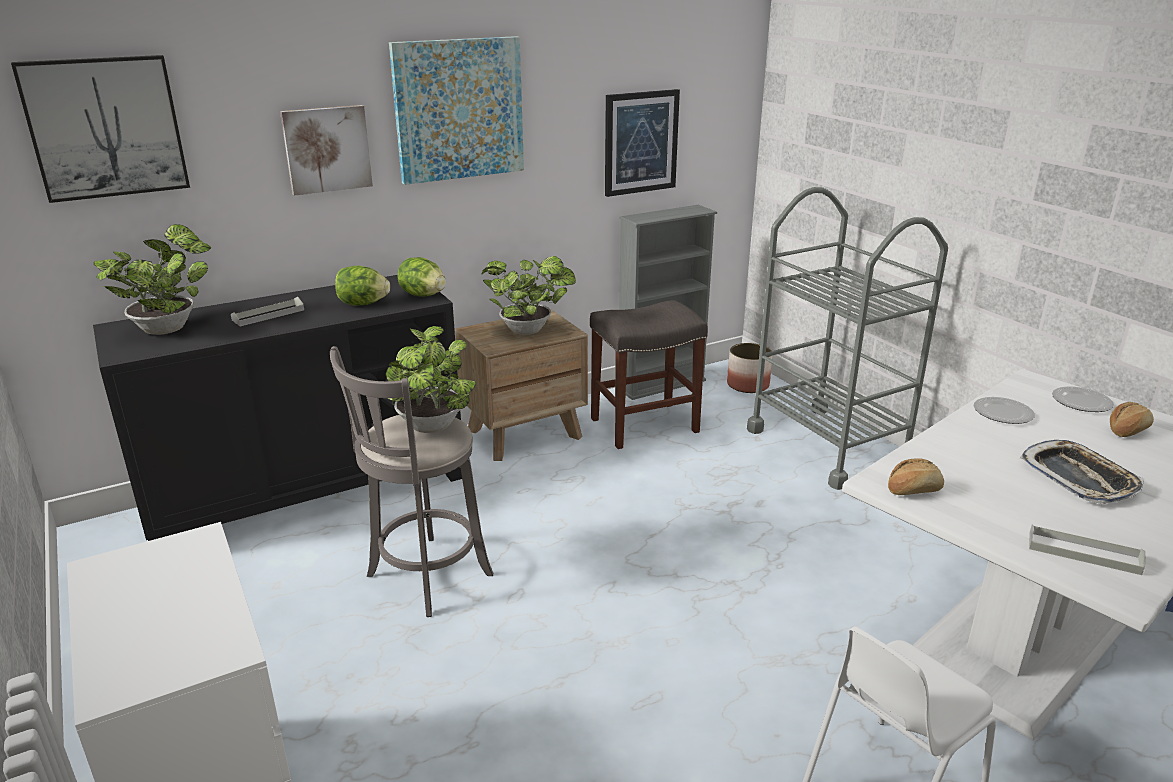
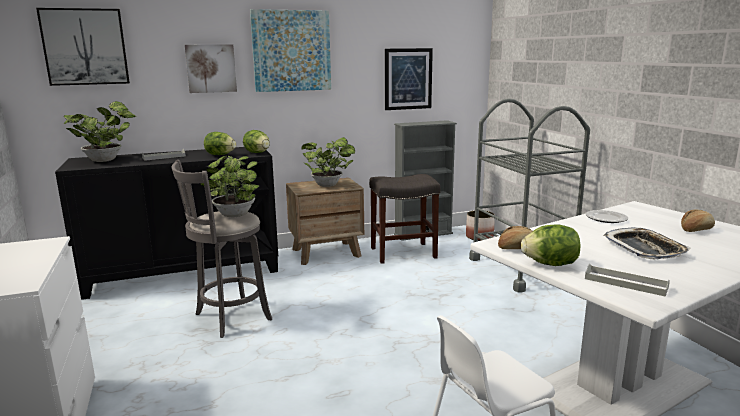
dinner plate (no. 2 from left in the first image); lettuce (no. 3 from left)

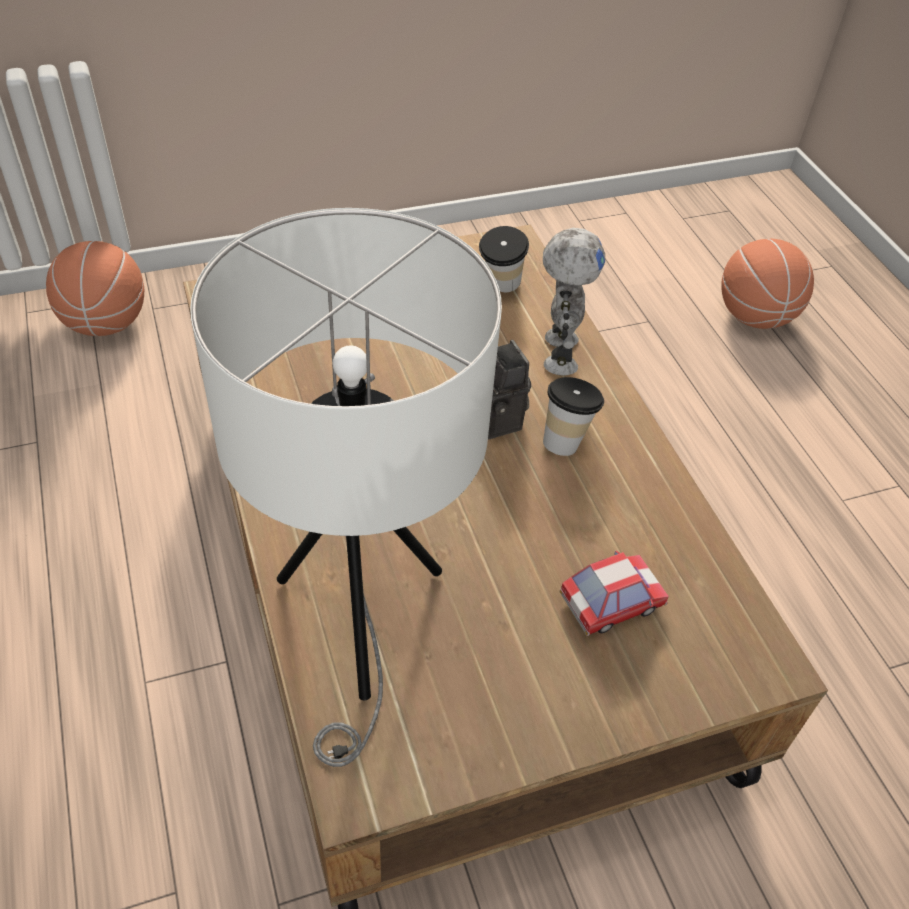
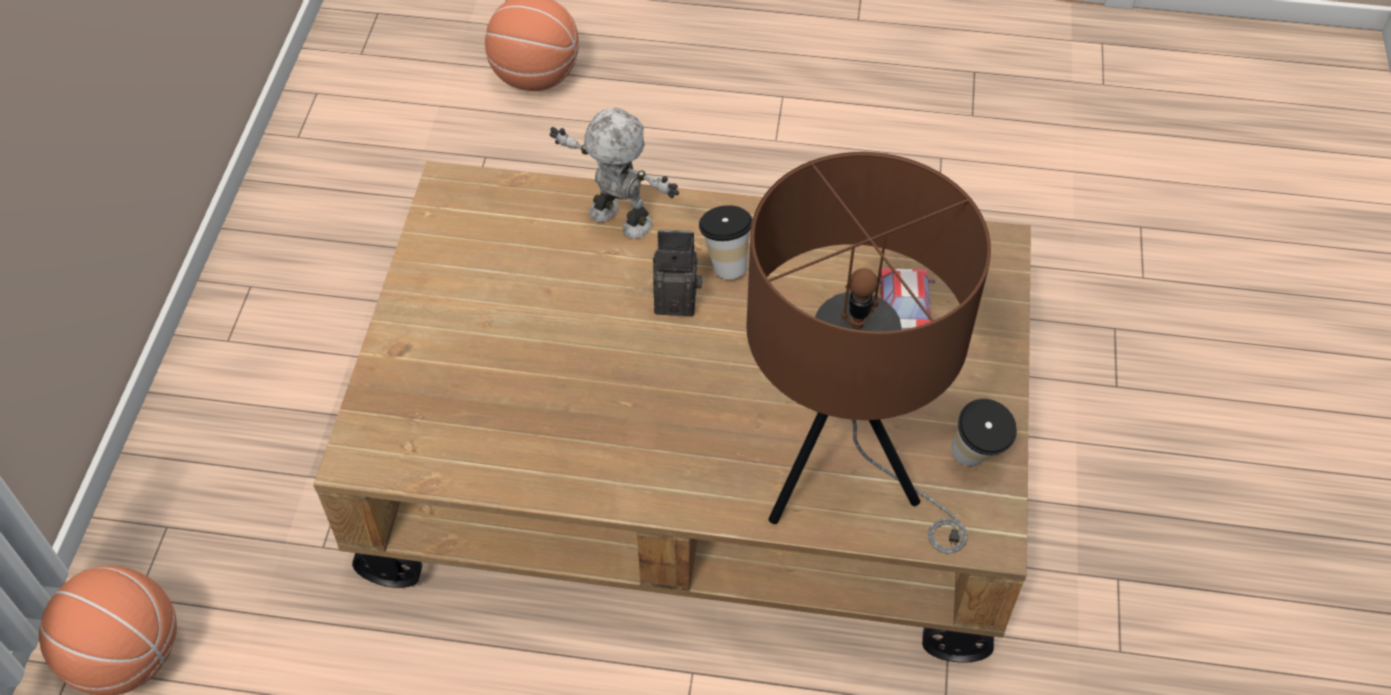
lamp for a table/brown-coloured; cup (no. 2 from left)

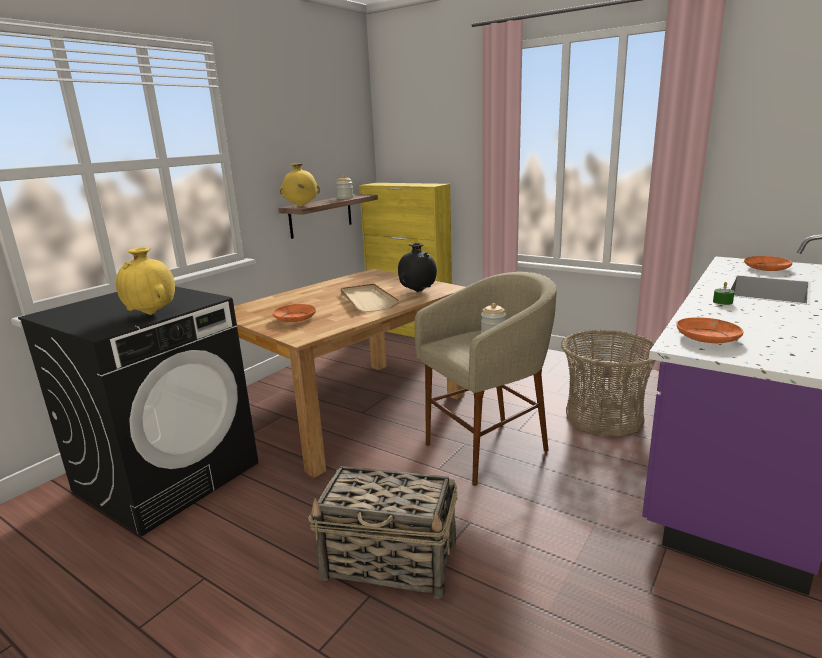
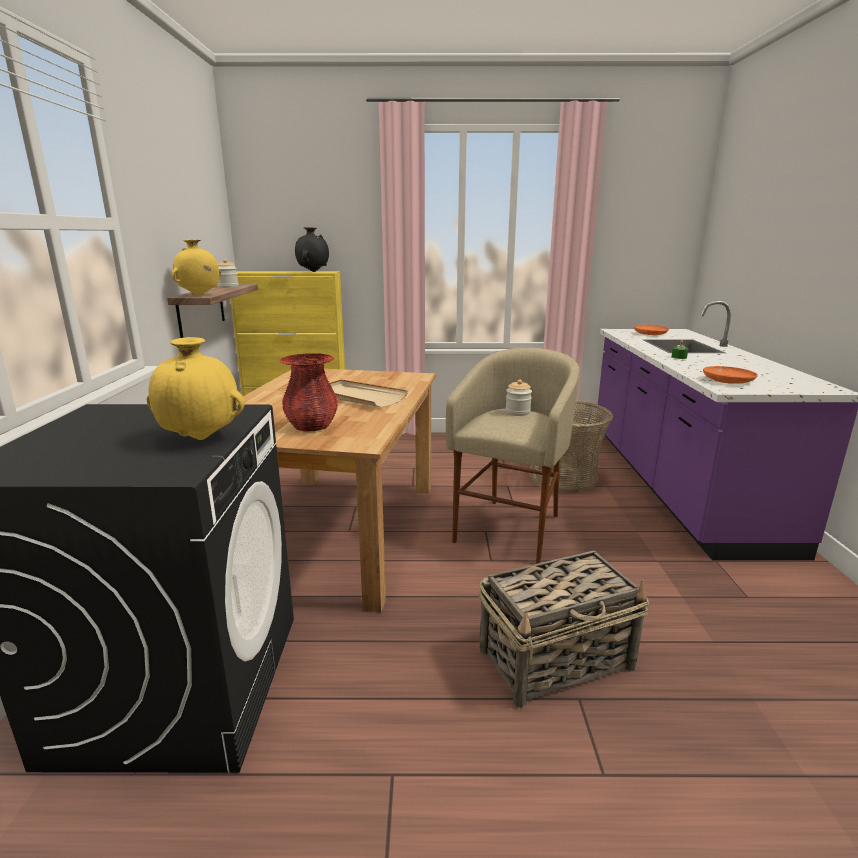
flower vase/blackish; flower vase/red-coloured

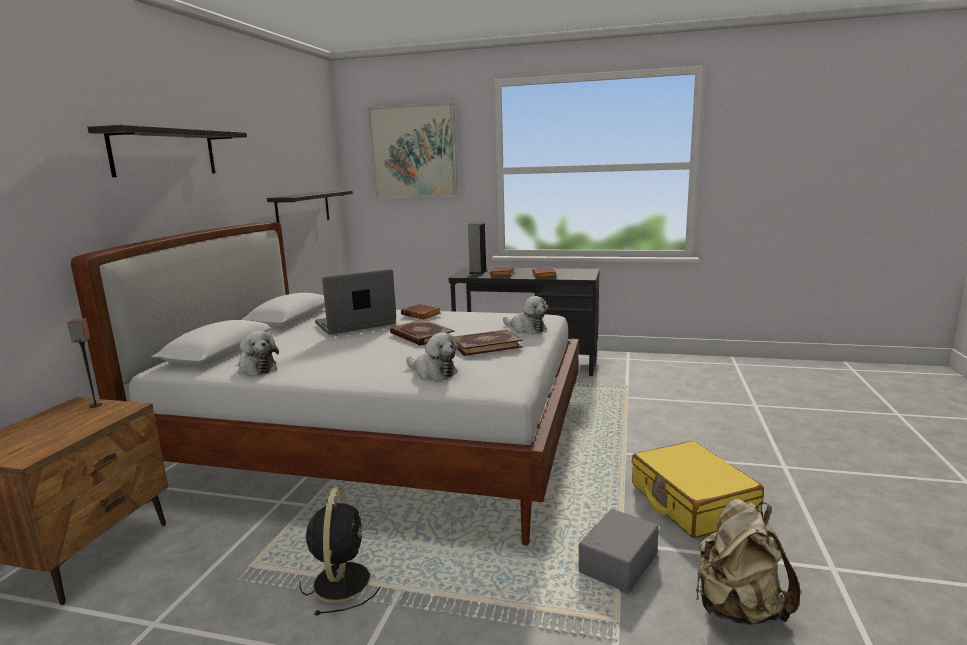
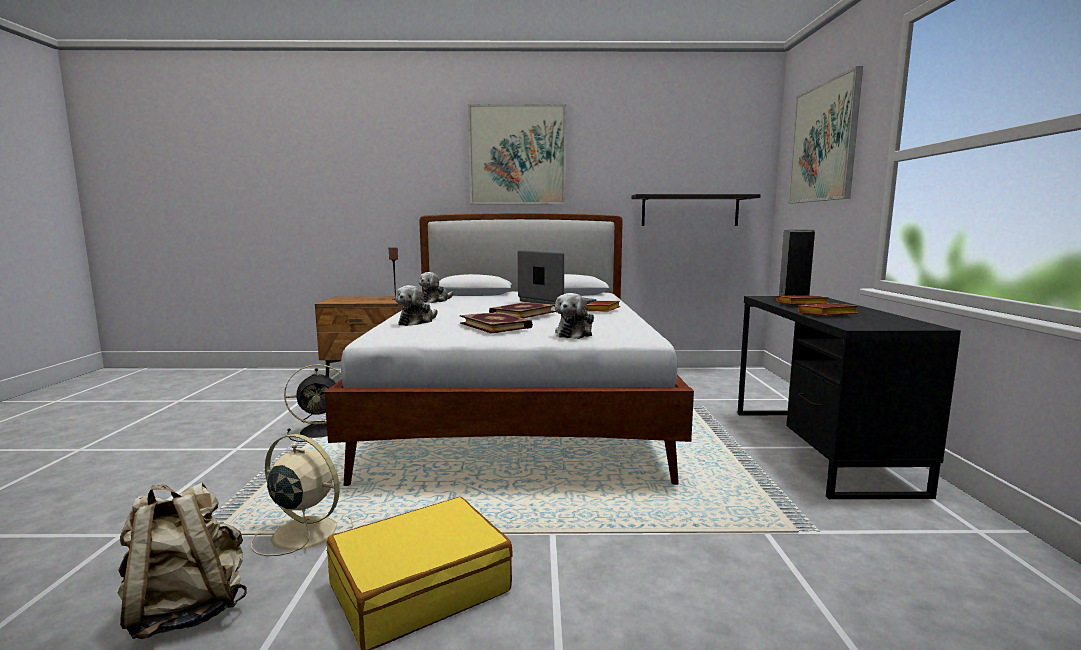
wall picture (no. 1 from left); fan/beige-coloured

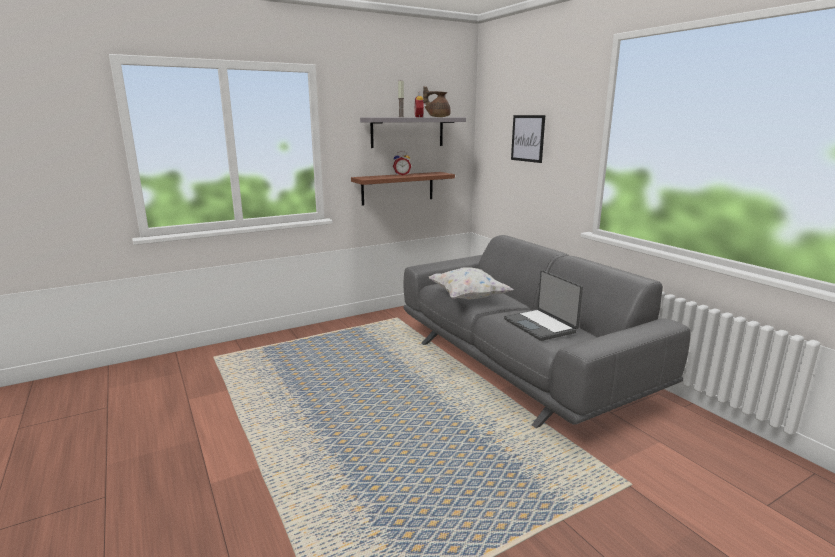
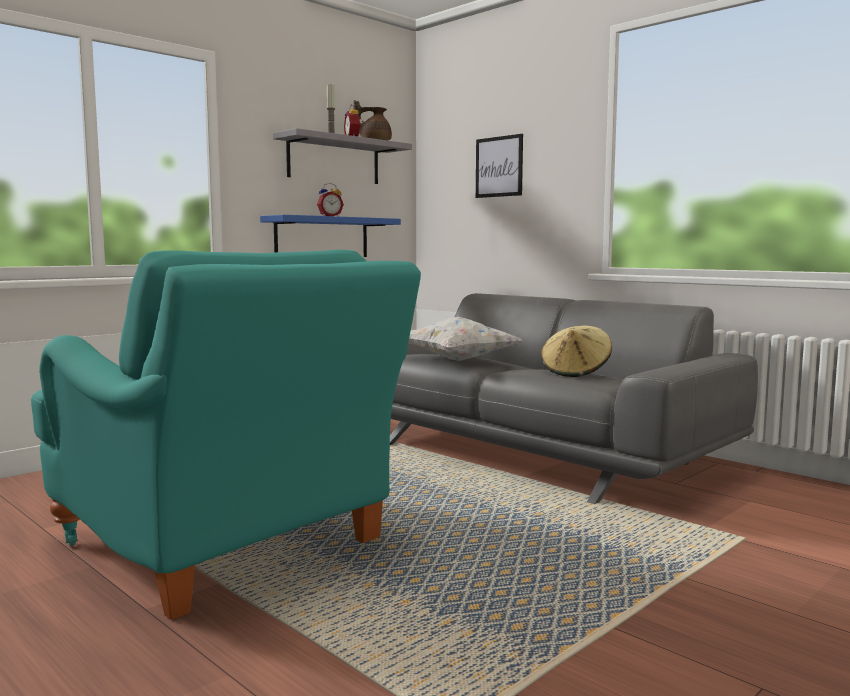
wall shelf/blue-coloured; clothing hat/beige-coloured; armchair/turquoise-coloured

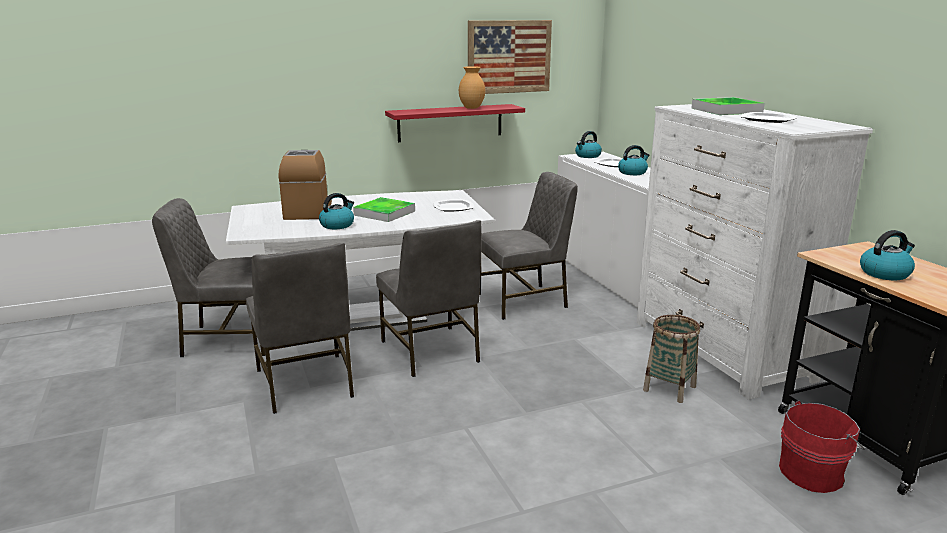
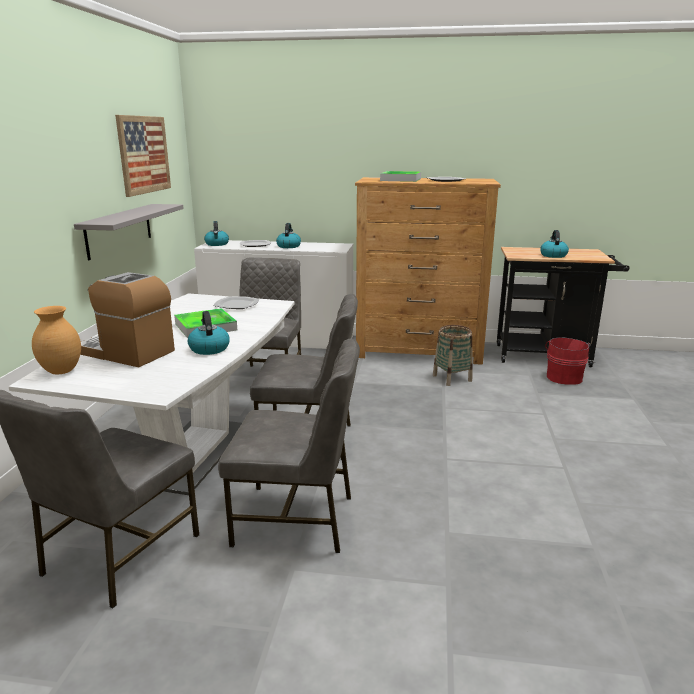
flower vase/brown-coloured; wall shelf/greyish; chest of drawers/brown-coloured

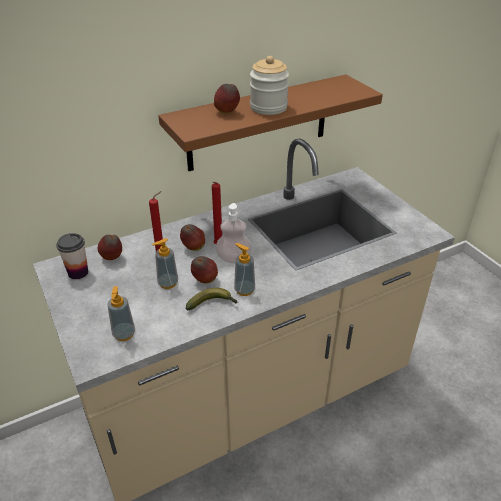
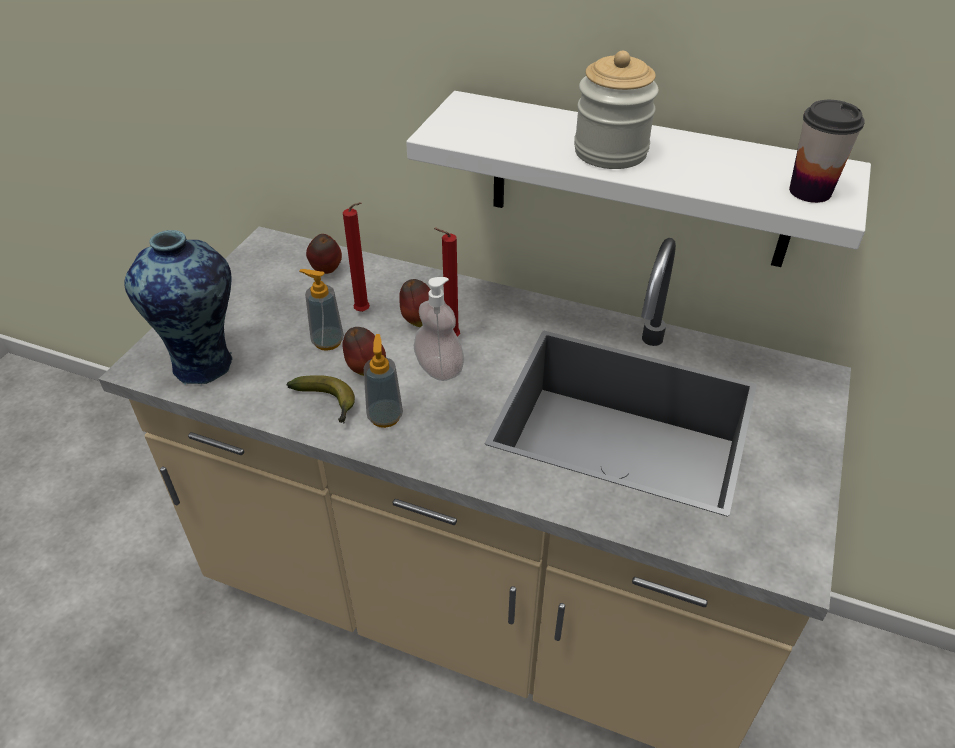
wall shelf/white-coloured; whole apple (no. 4 from left in the first image); cup; flower vase

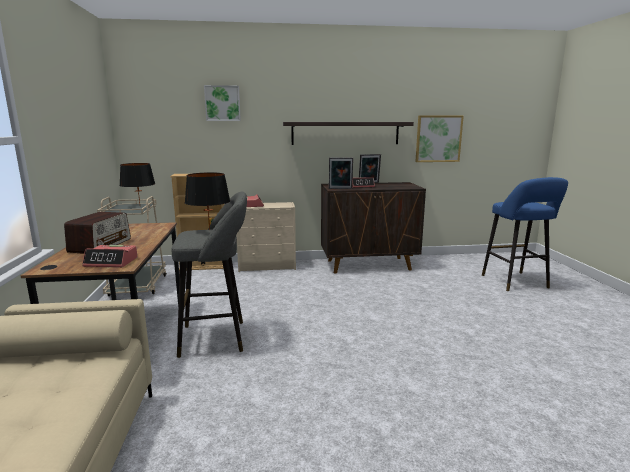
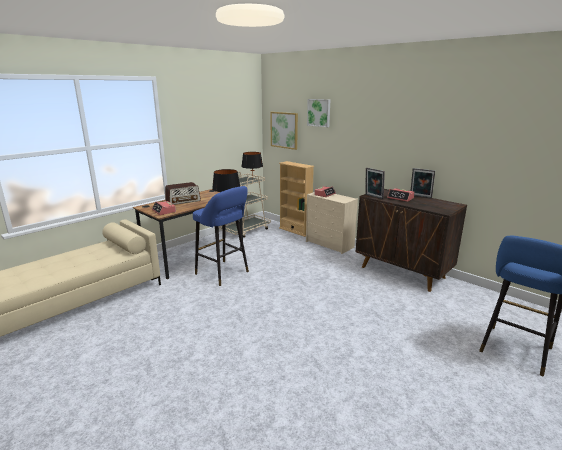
wall picture (no. 1 from left); wall shelf; sitting stool/blue-coloured (no. 1 from left)

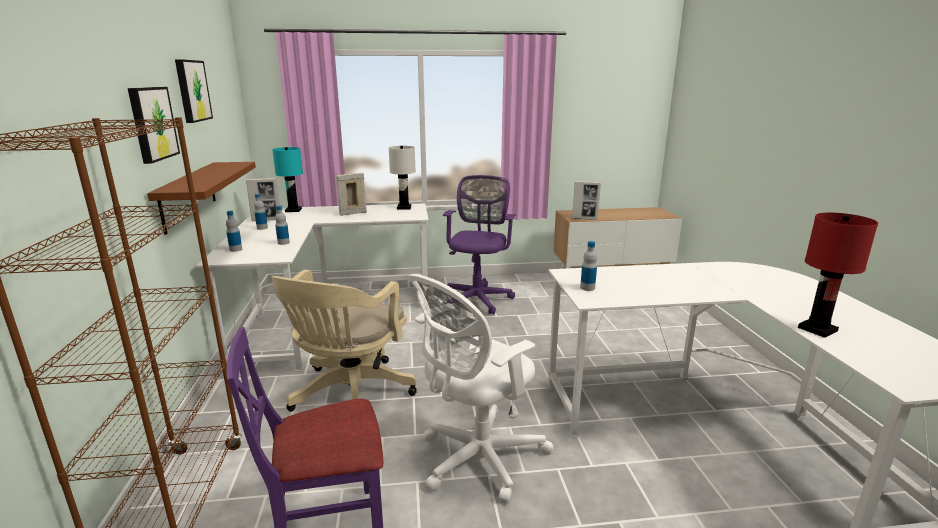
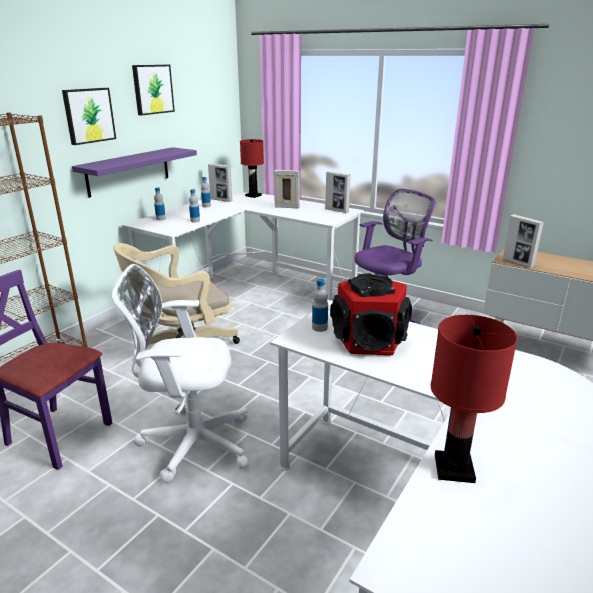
photo frame (no. 3 from left); lamp for a table/red-coloured (no. 1 from left); wall shelf/purple-coloured; audio speaker

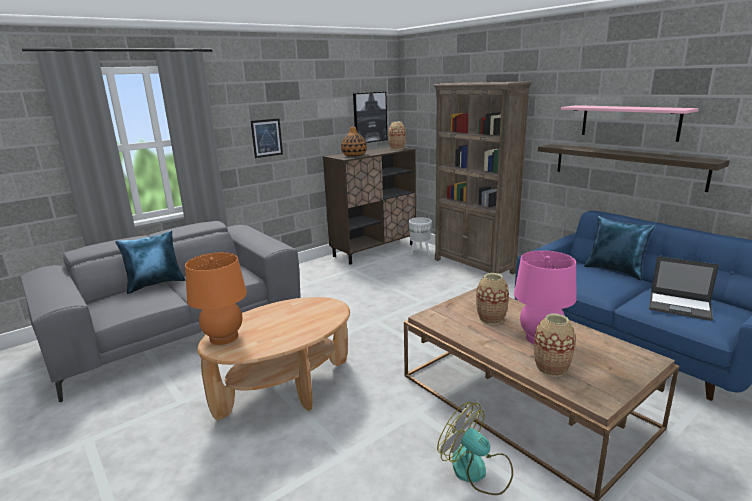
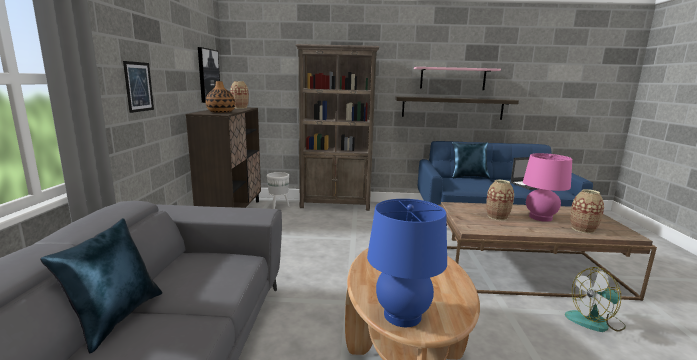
lamp for a table/blue-coloured

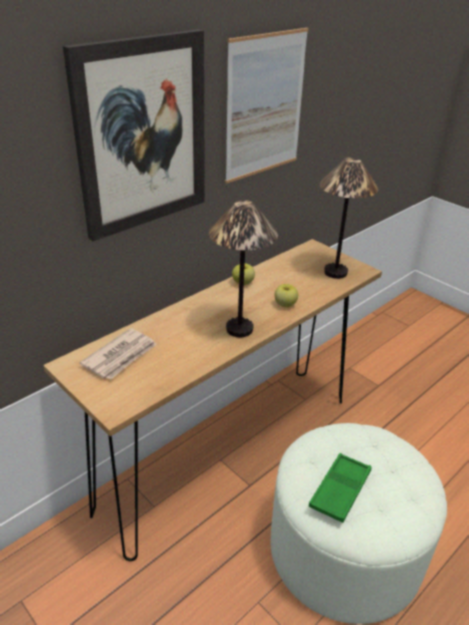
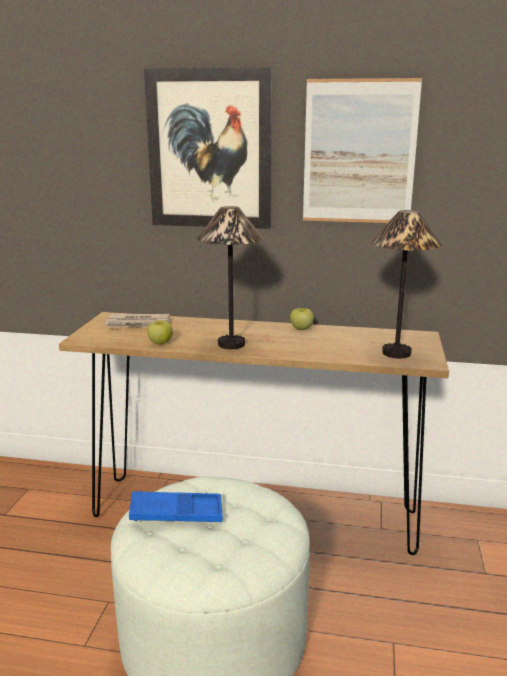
whole apple (no. 1 from left); tray/blue-coloured

